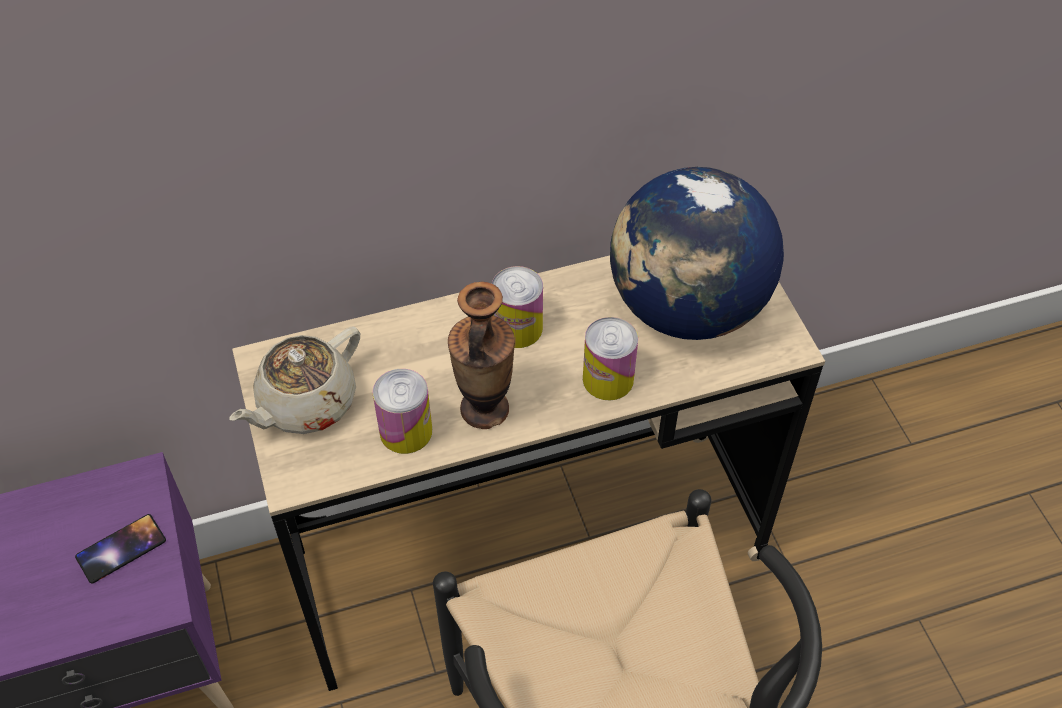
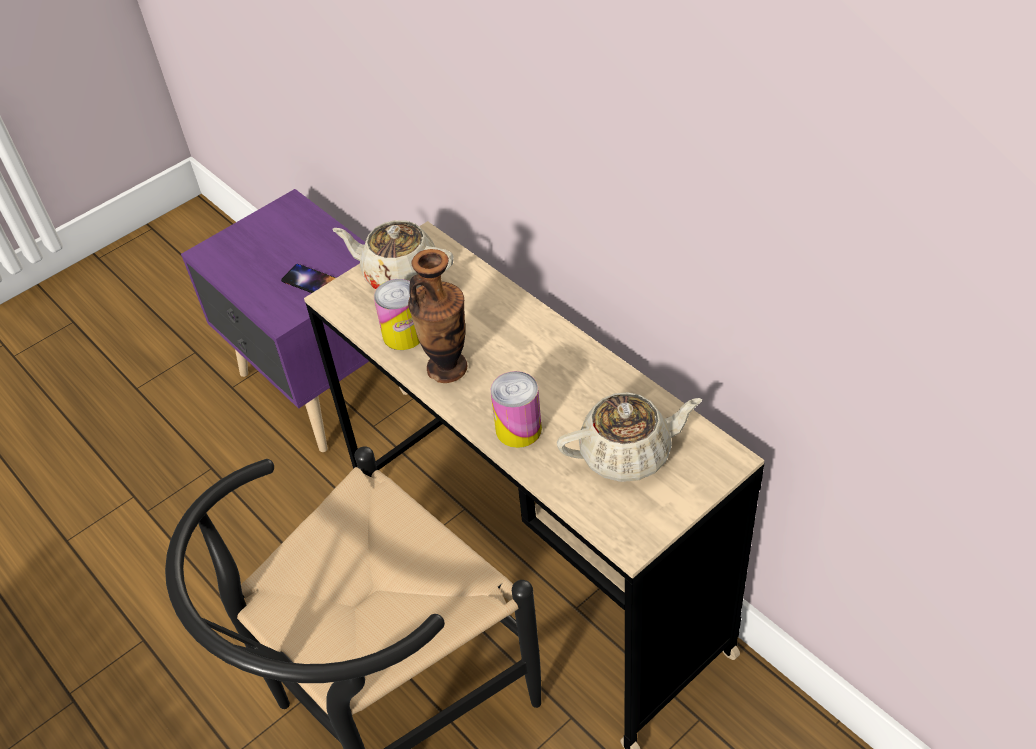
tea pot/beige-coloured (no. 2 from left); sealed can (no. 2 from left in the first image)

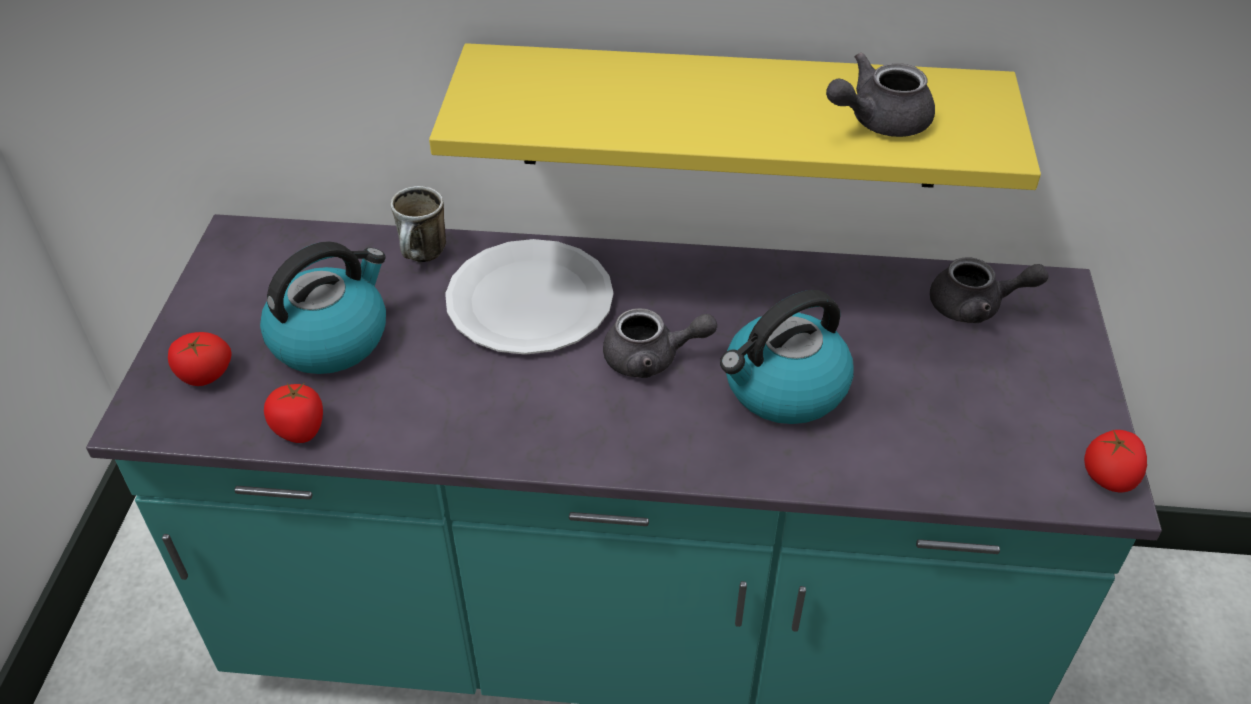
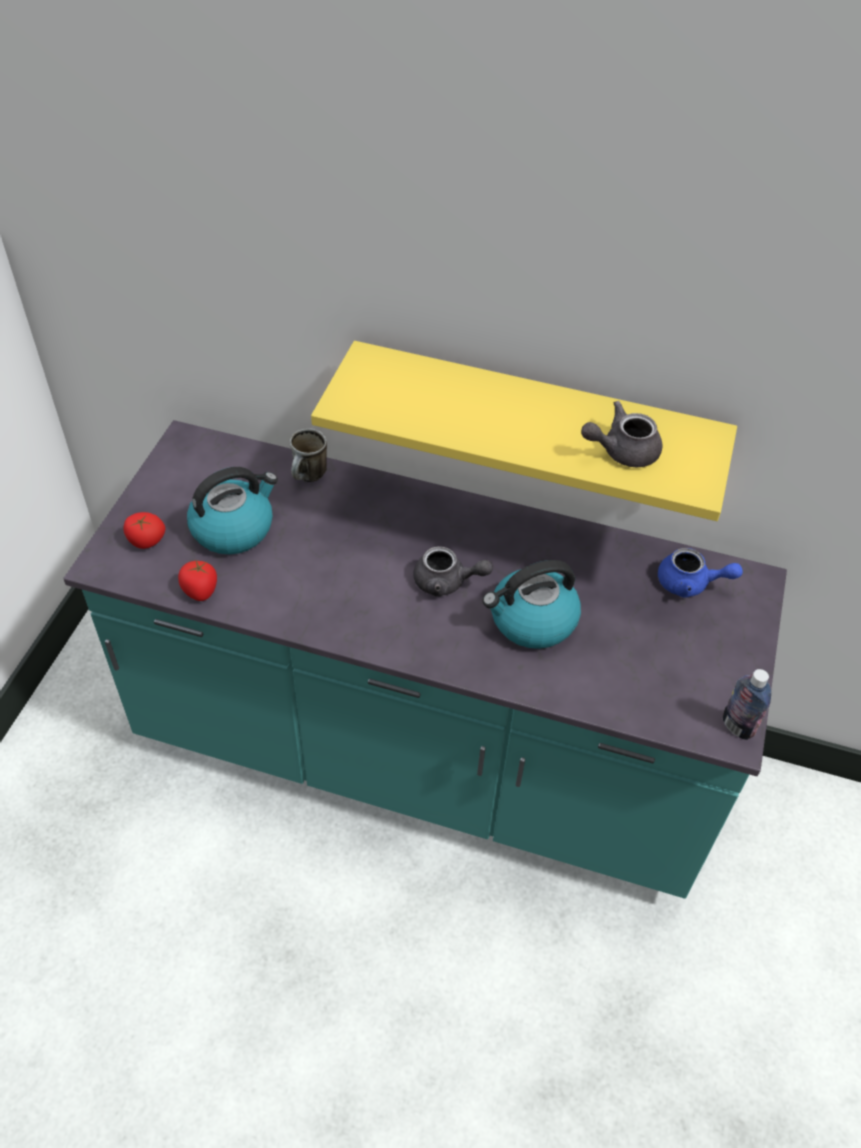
dinner plate/white-coloured; tea pot/blue-coloured; beverage bottle

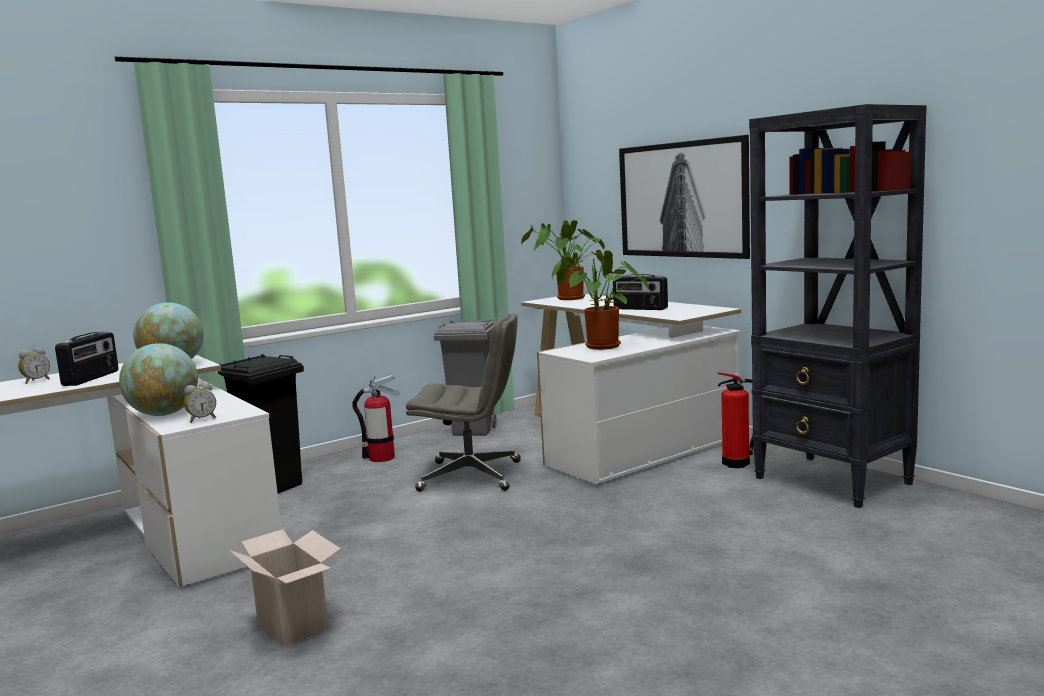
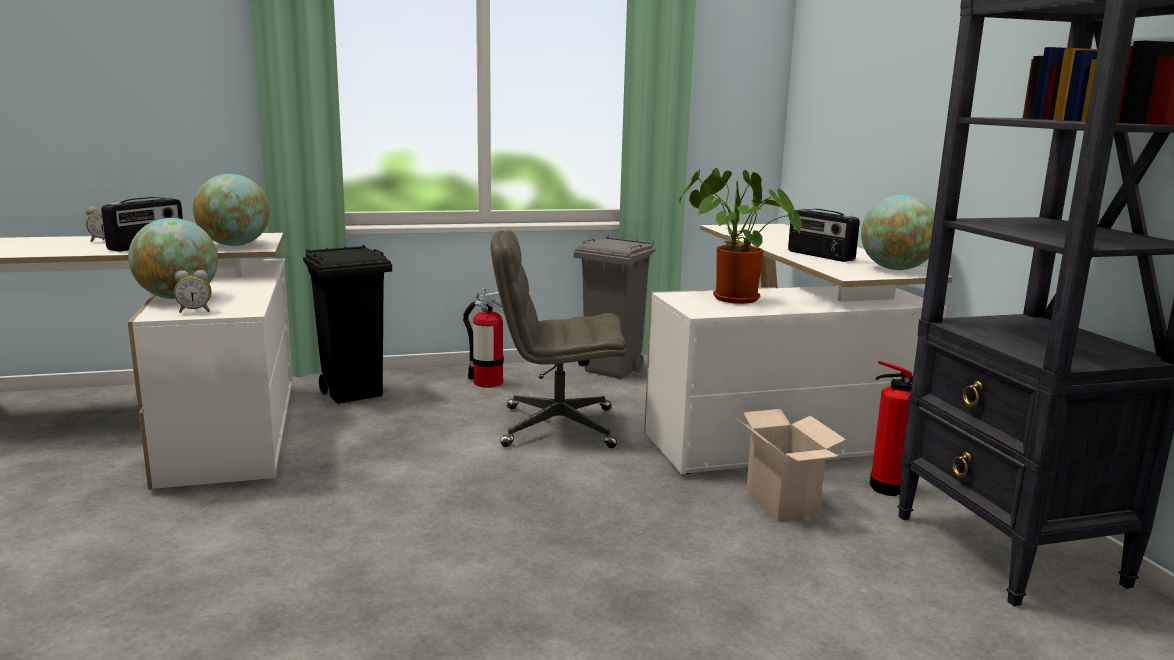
wall picture; potted plant (no. 1 from left in the first image); desk chair/greyish; carton; world globe (no. 3 from left)

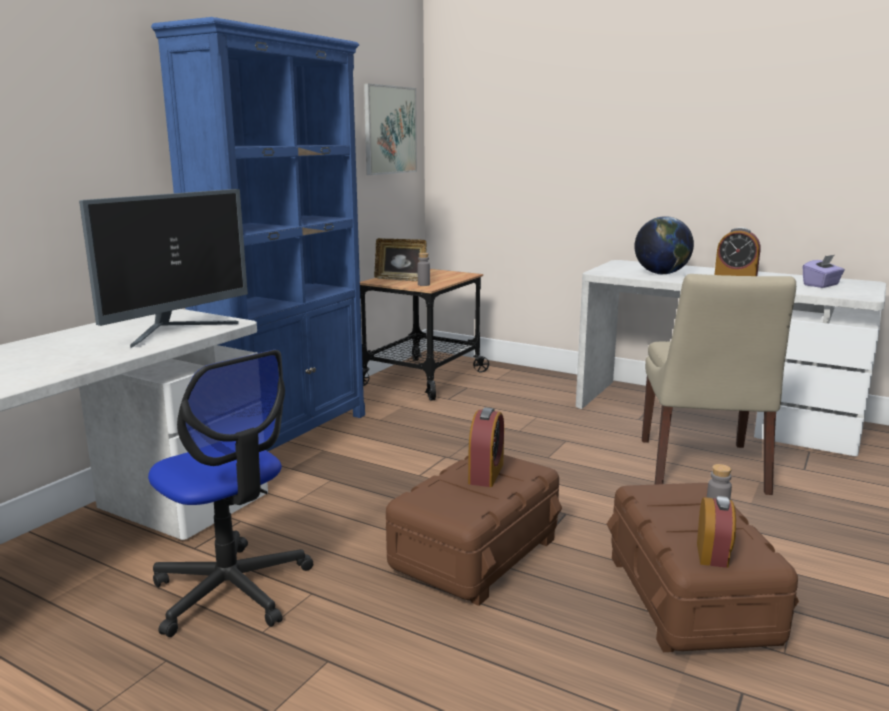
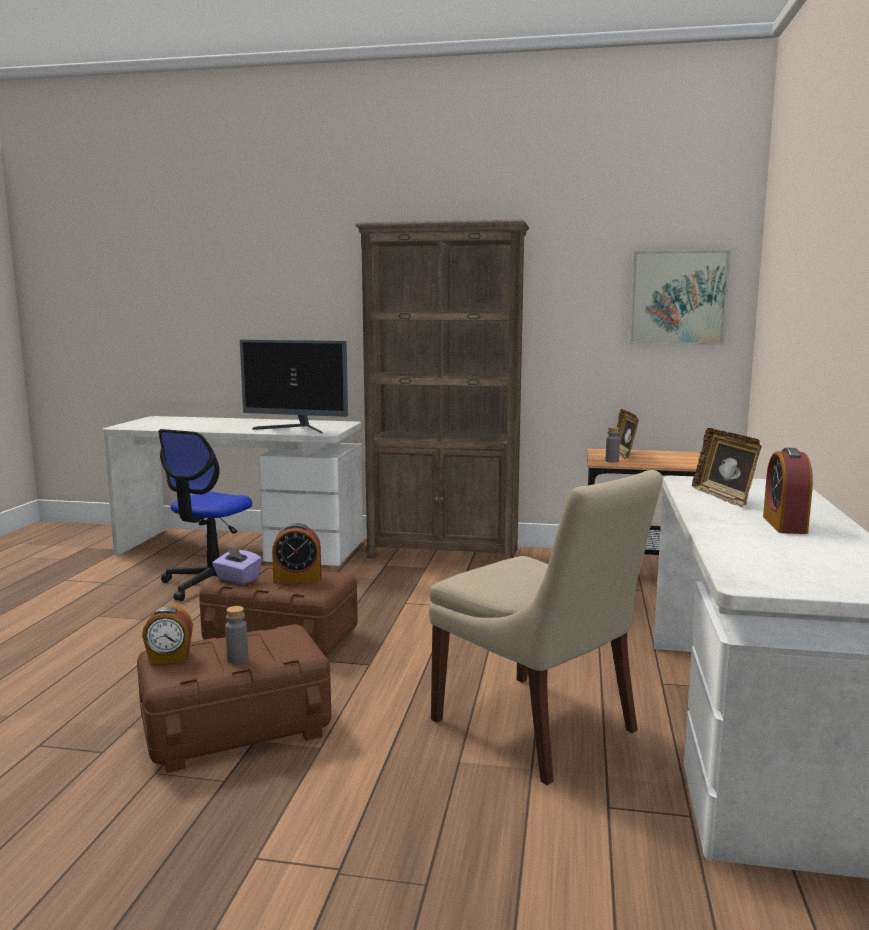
bookshelf/brown-coloured; photo frame (no. 2 from left); box of tissues/purple-coloured; plain chair/beige-coloured

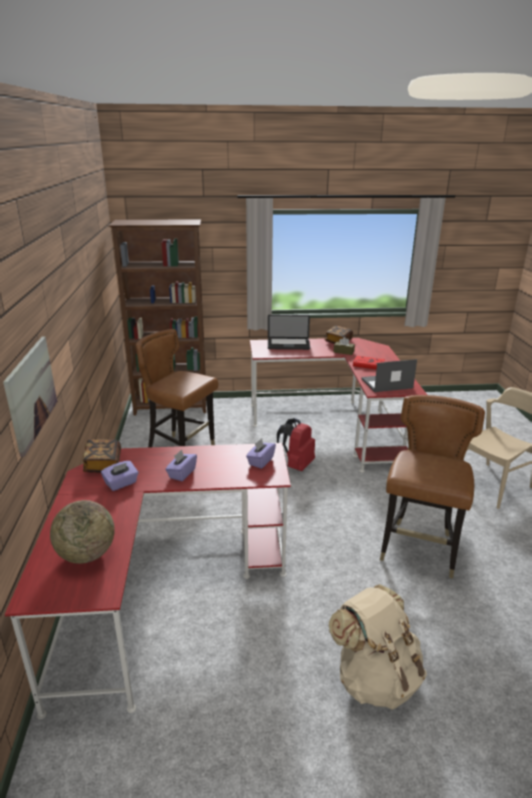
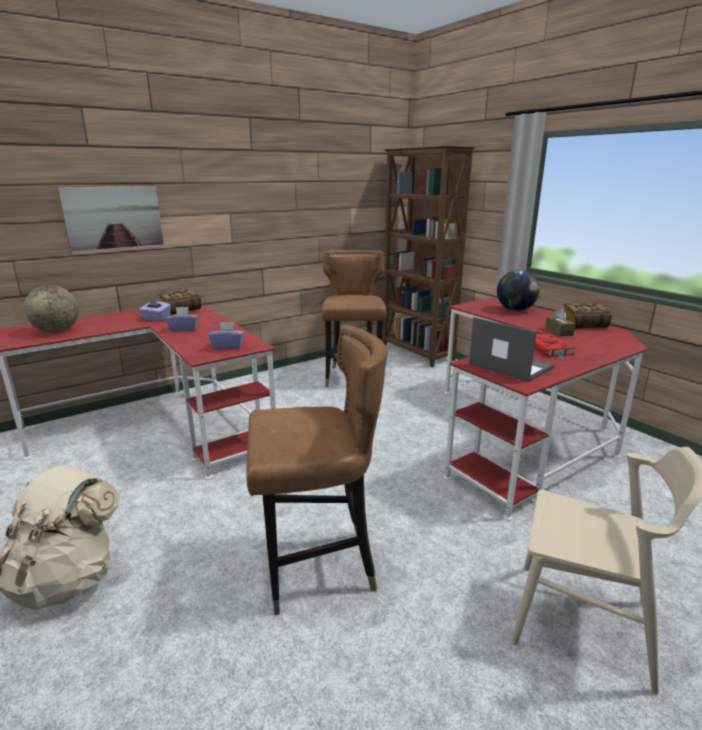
world globe (no. 2 from left); backpack/red-coloured

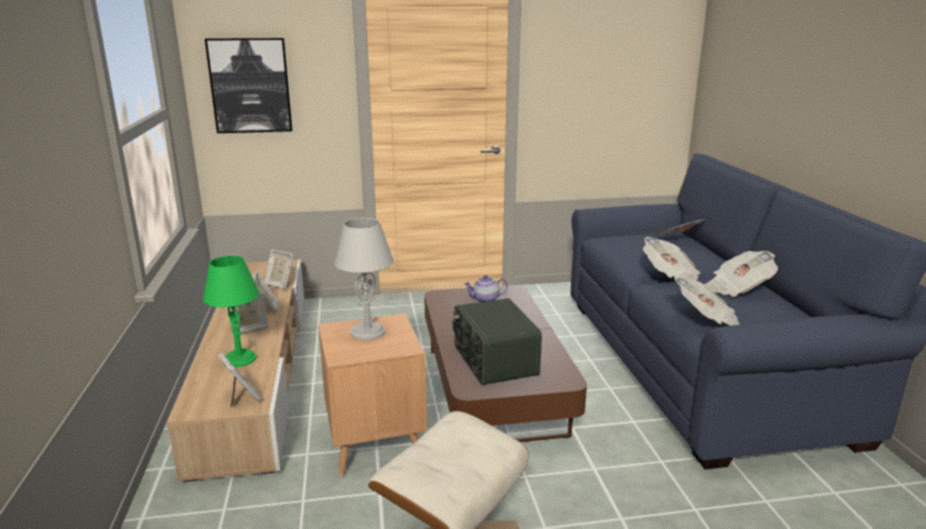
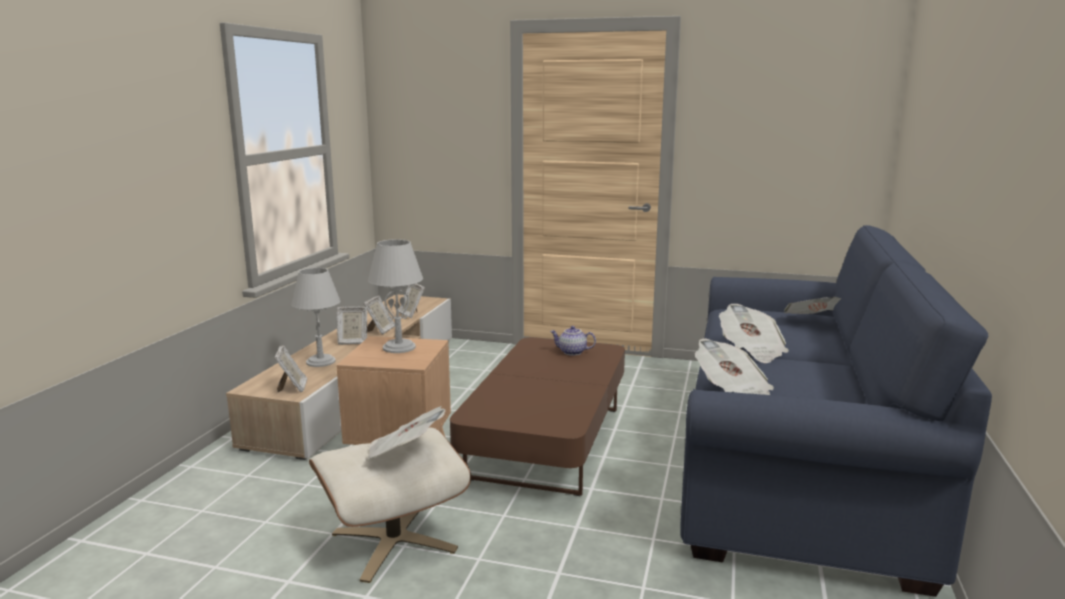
wall picture; daily paper (no. 1 from left); lamp for a table/greyish (no. 1 from left); radio

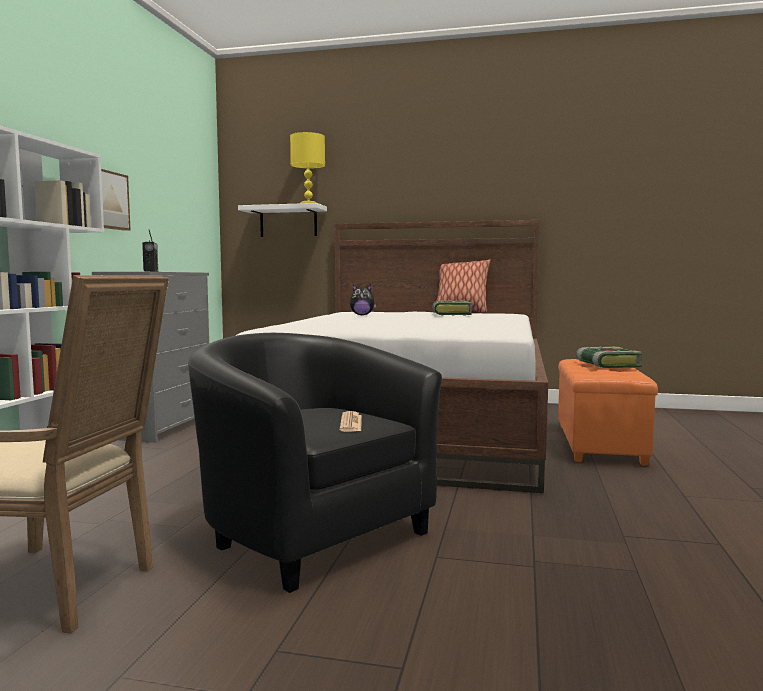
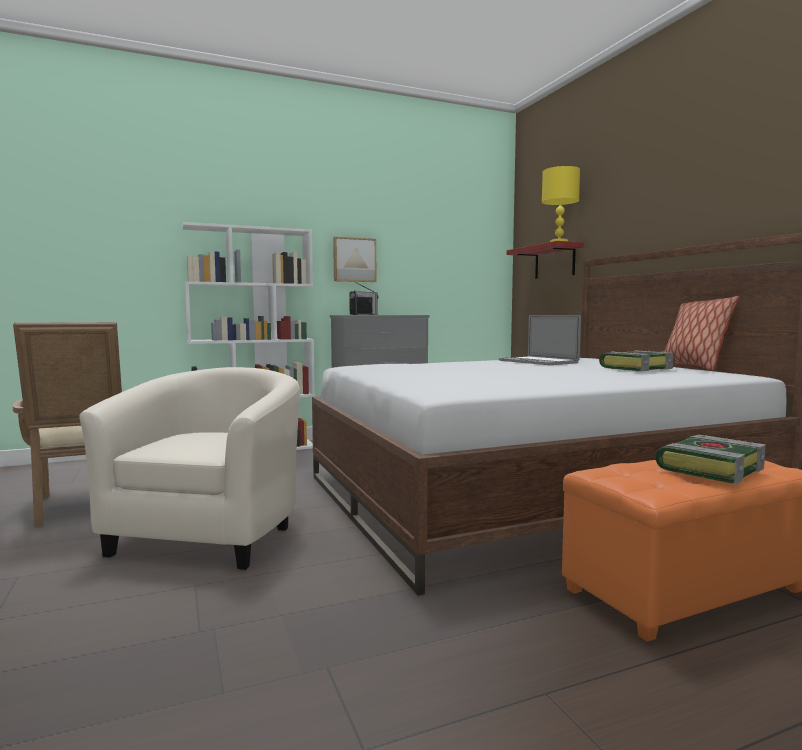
wall shelf/red-coloured; portable computer; armchair/beige-coloured (no. 2 from left); daily paper

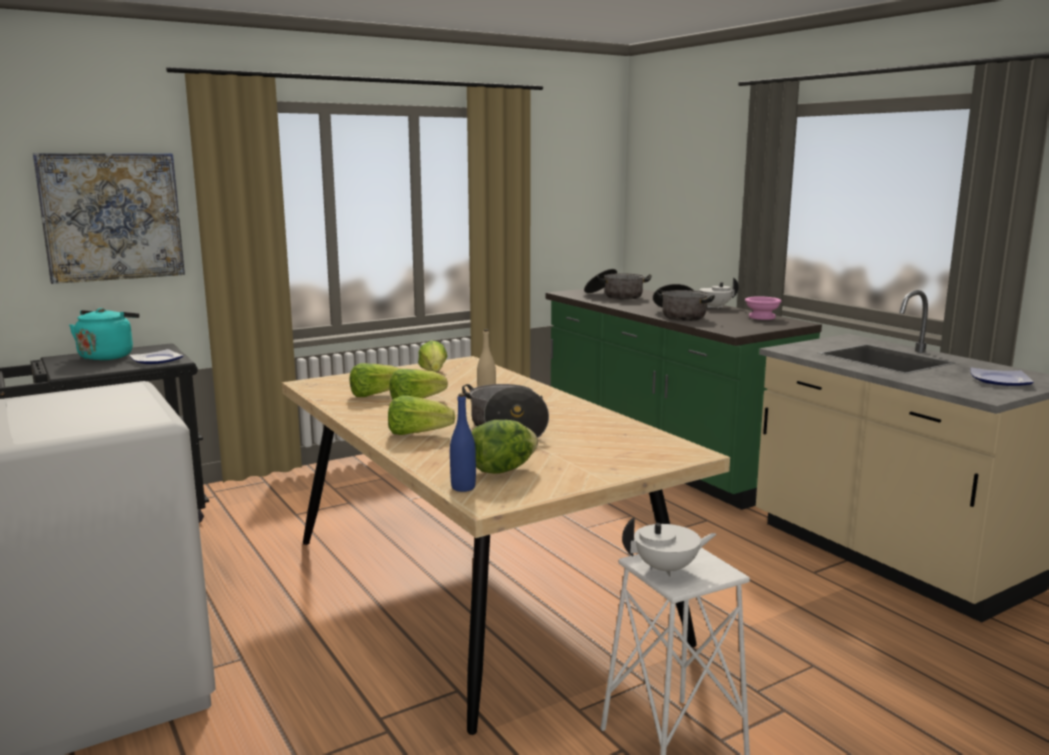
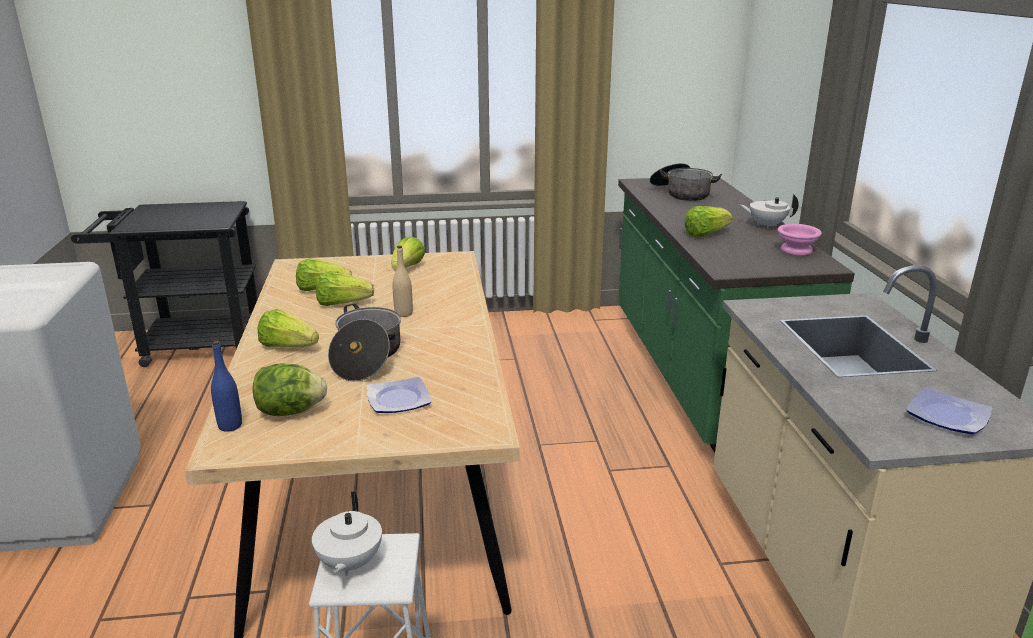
wall picture; lettuce (no. 6 from left); tea kettle/turquoise-coloured; dinner plate (no. 1 from left); tea pot/white-coloured (no. 1 from left)

